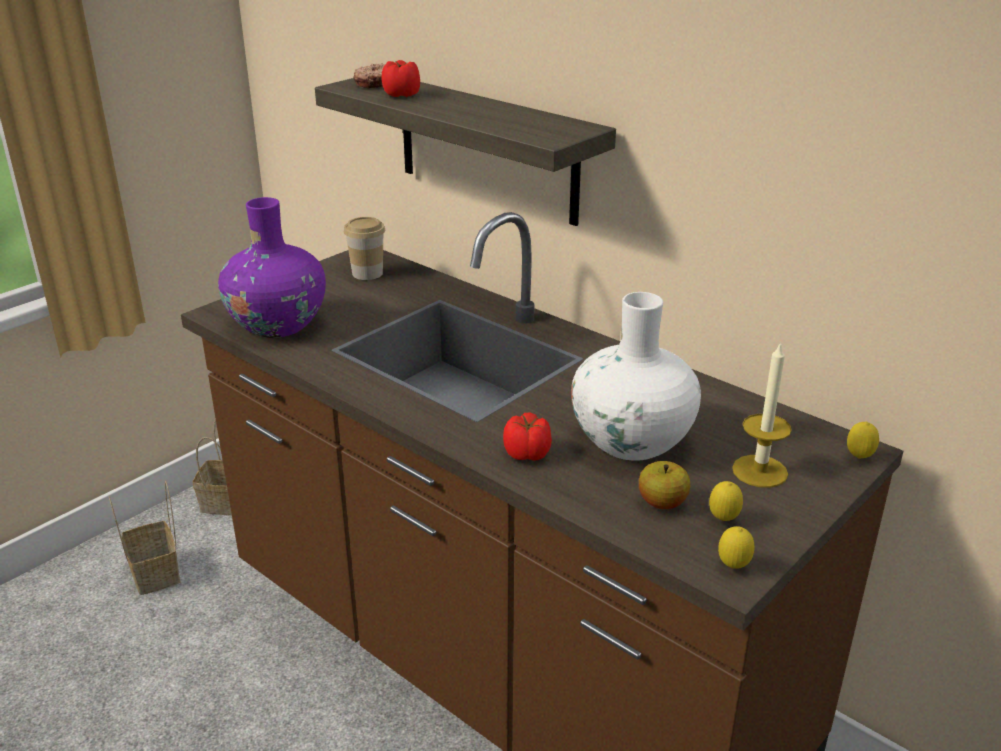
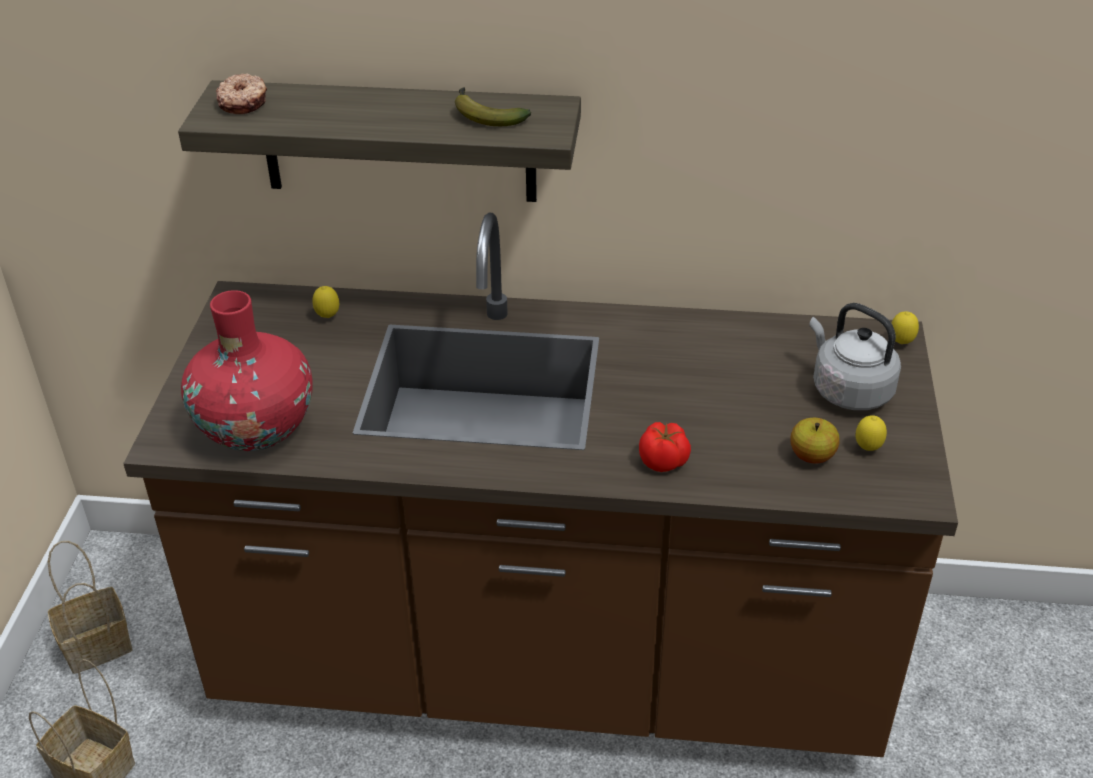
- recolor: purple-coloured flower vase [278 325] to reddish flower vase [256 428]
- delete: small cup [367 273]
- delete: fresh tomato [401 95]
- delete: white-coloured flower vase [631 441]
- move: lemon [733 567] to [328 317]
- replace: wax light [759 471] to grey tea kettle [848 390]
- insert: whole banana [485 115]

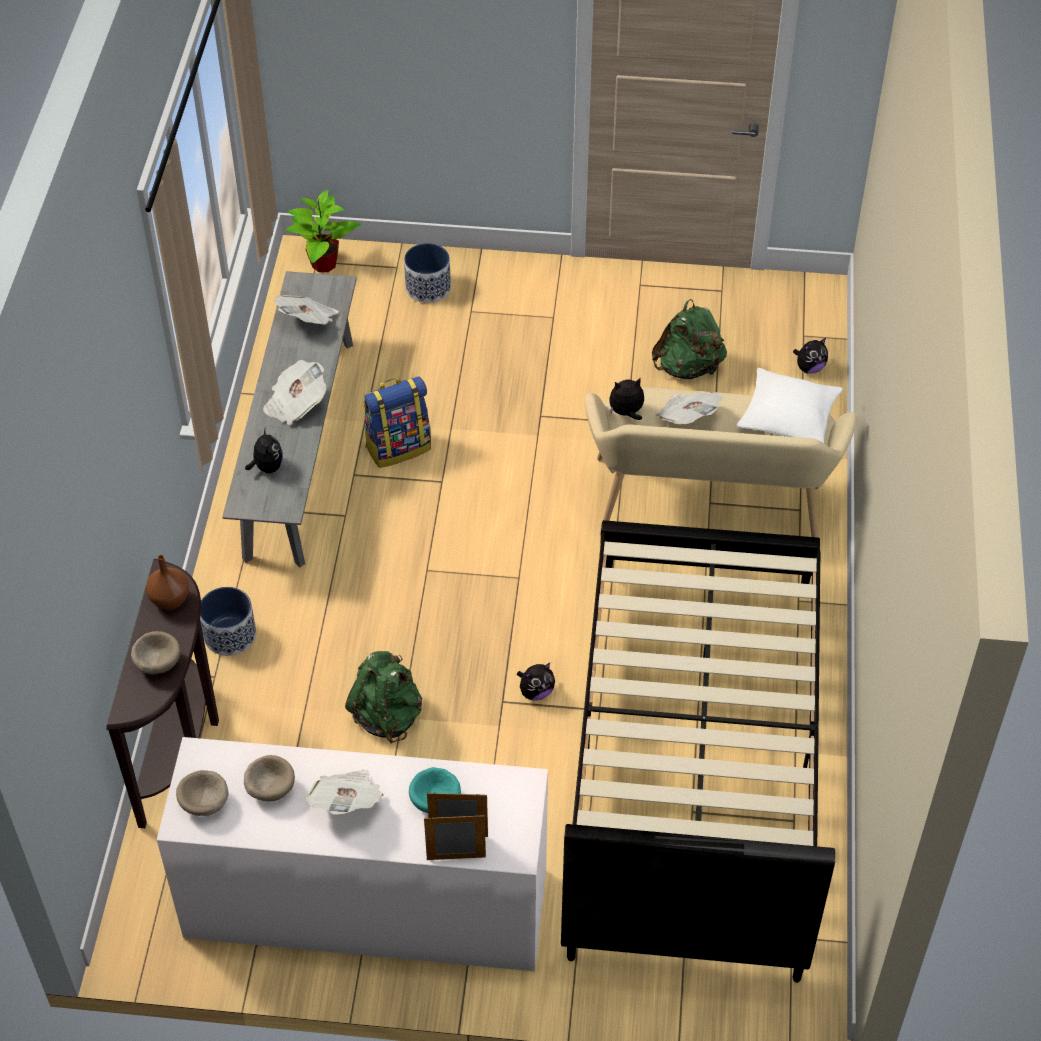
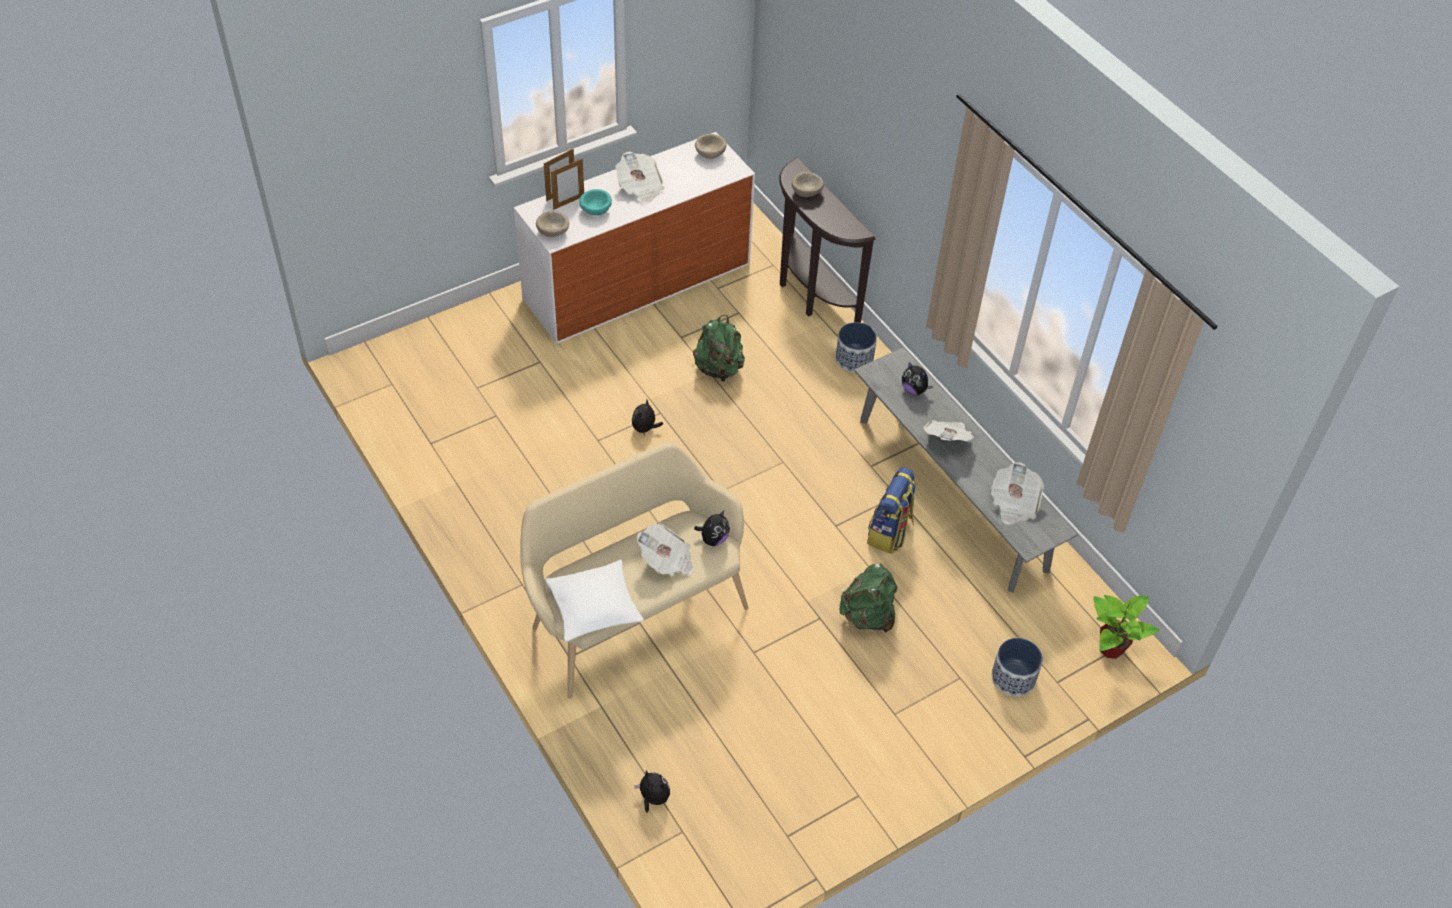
- delete: brownish flower vase [169 600]
- move: beige serving bowl [270 787] to [554 232]
- delete: blackish bedroom bed [694 763]
- move: green-coloured rucksack [688 367] to [868 615]
- rotate: cuddly toy [809 368] = [653 798] 105 degrees clockwise

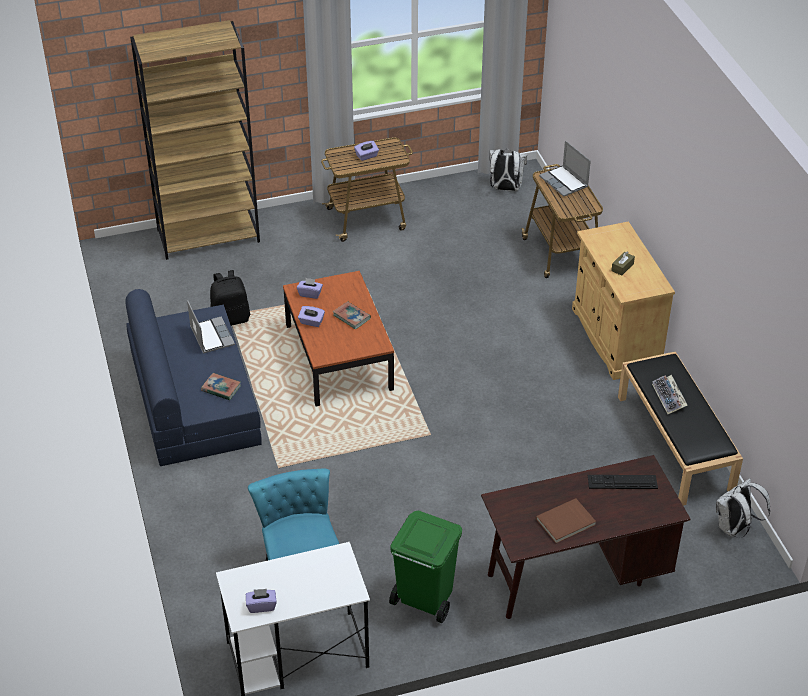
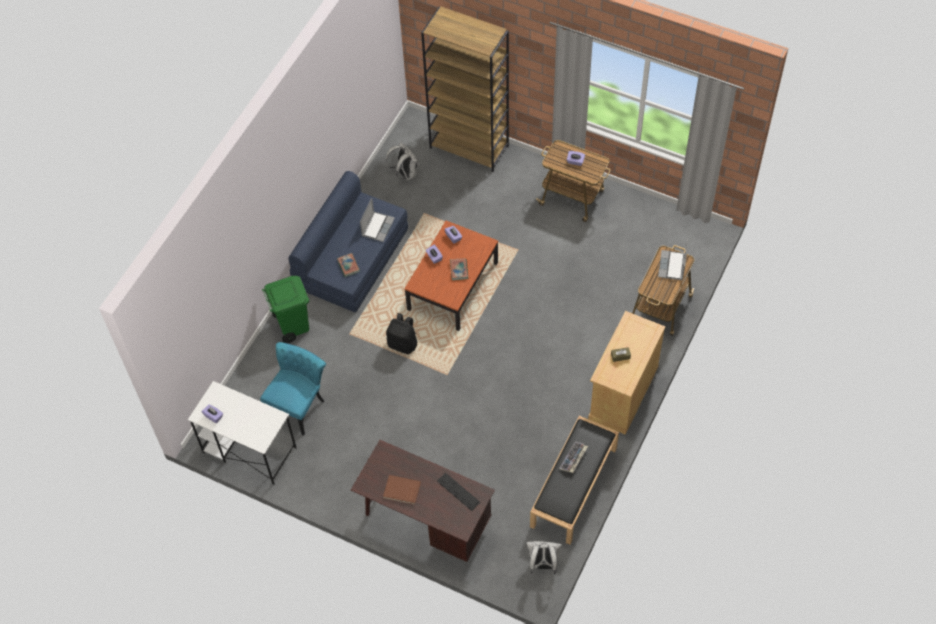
- move: blackish rucksack [231 319] to [403 344]
- move: green-coloured trash can [424 599] to [292 325]
- move: white-coloured rucksack [505 188] to [405 173]

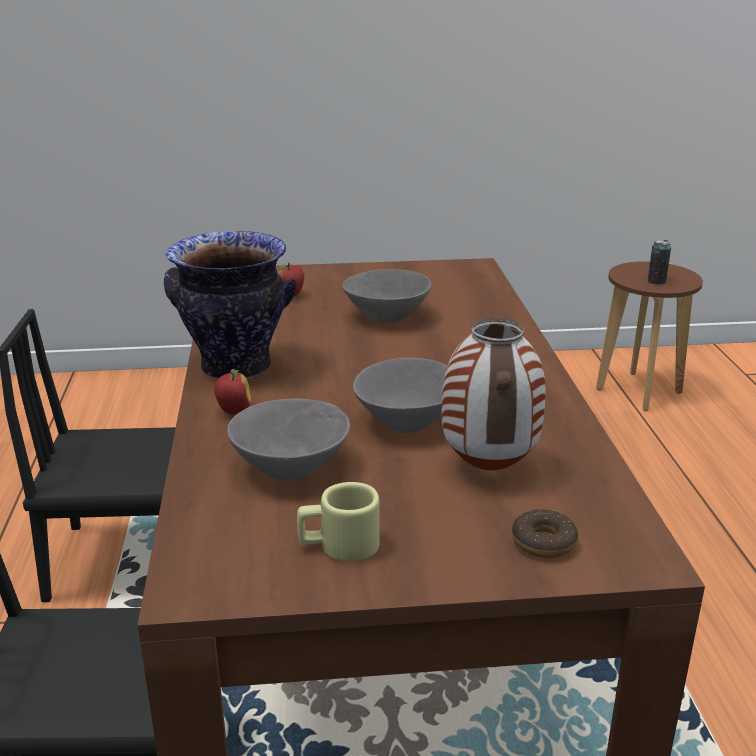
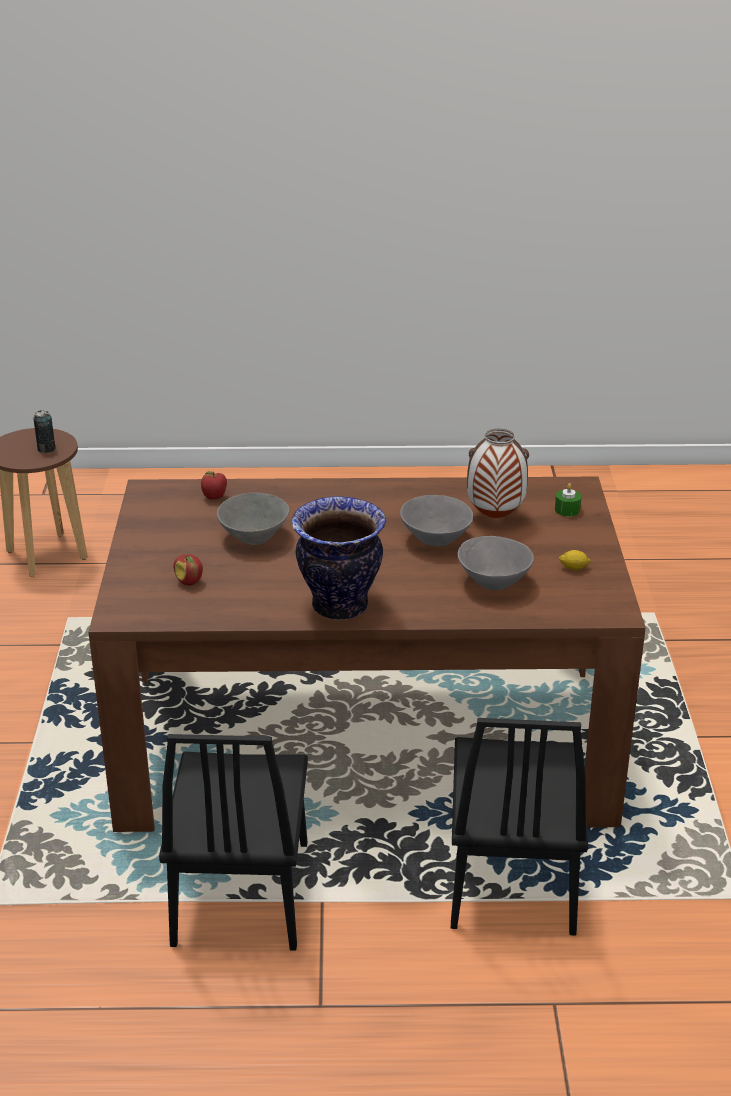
- move: apple fruit [234 412] to [214 498]
- replace: beige tea mug [338 546] to lemon [574 568]
- replace: ring doughnut [543 542] to green-coloured wax light [567 510]

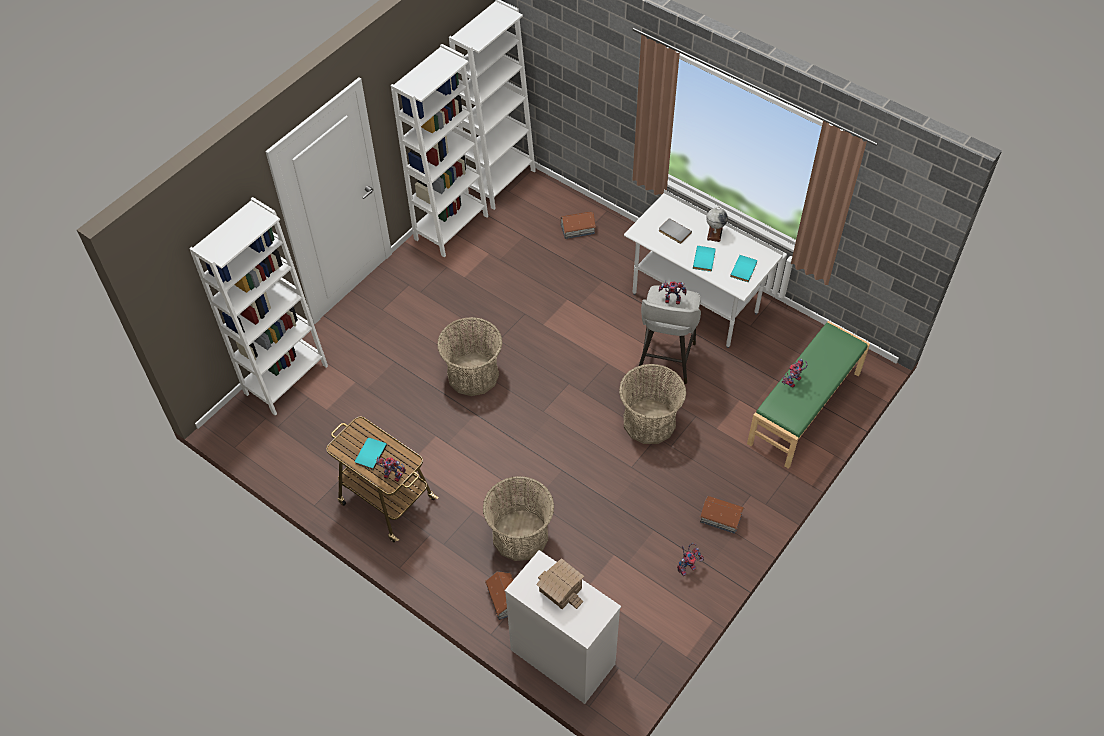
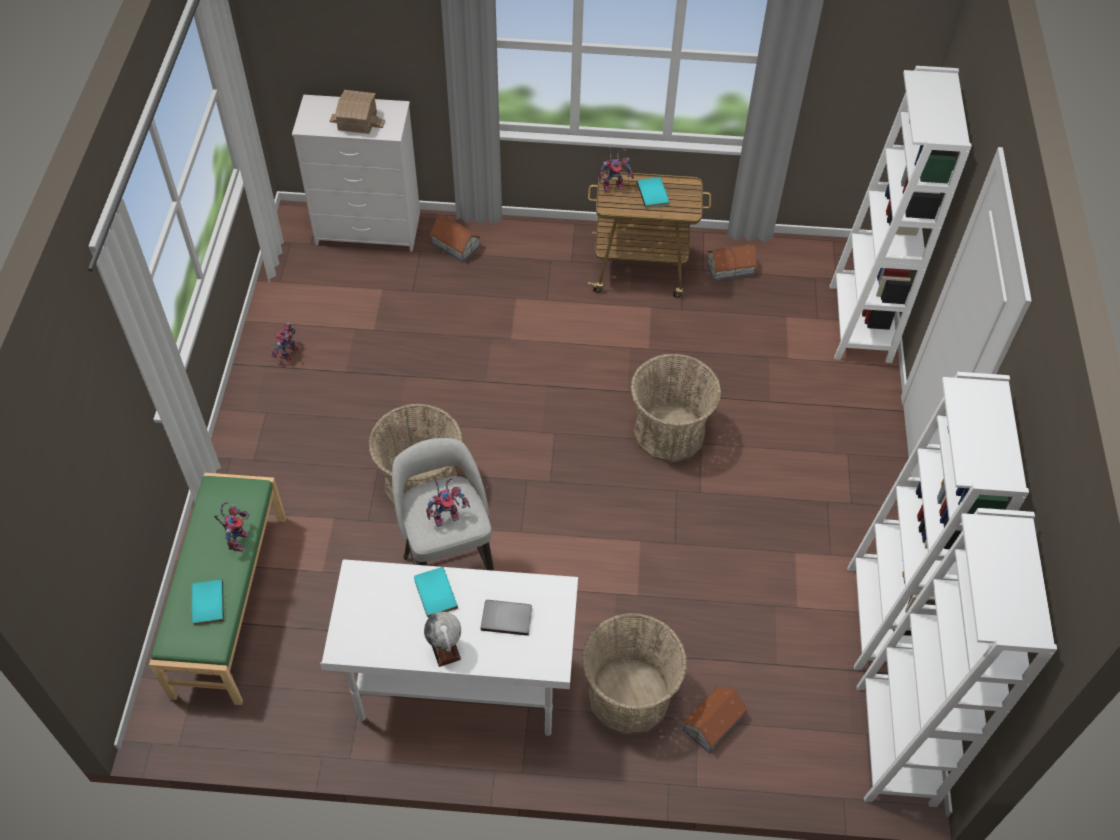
- move: basket [520 535] to [629 696]
- move: model house [721 518] to [729 267]
- move: turquoise-coloured bound book [744 270] to [206 603]

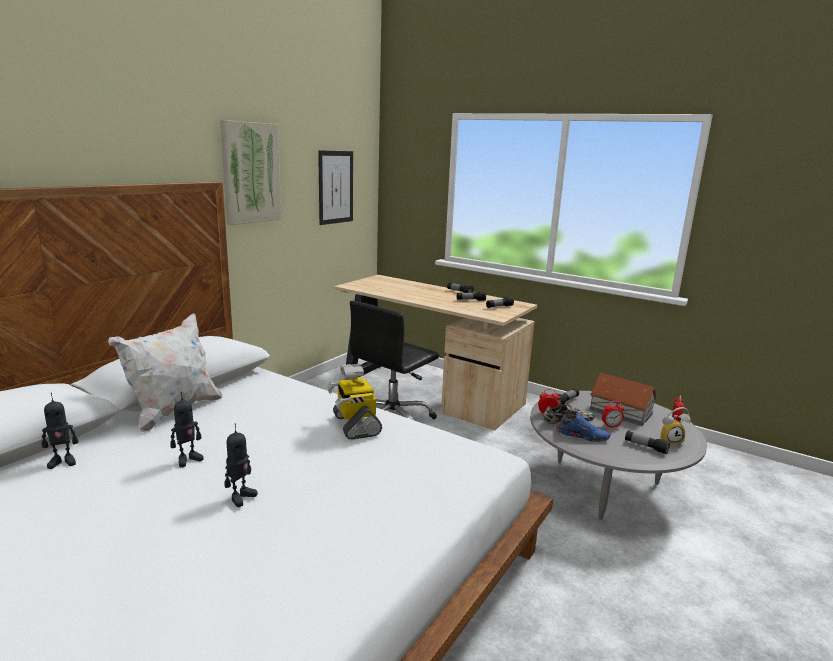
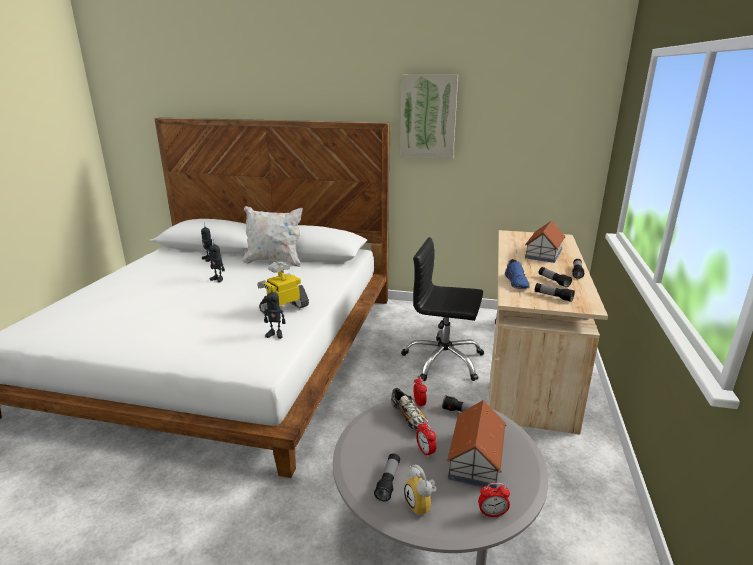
- move: model robot [240 497] to [275 334]
- delete: wall art [335 187]
- move: blue-coloured shoe [582 435] to [517 282]
- insert: model house [543 253]

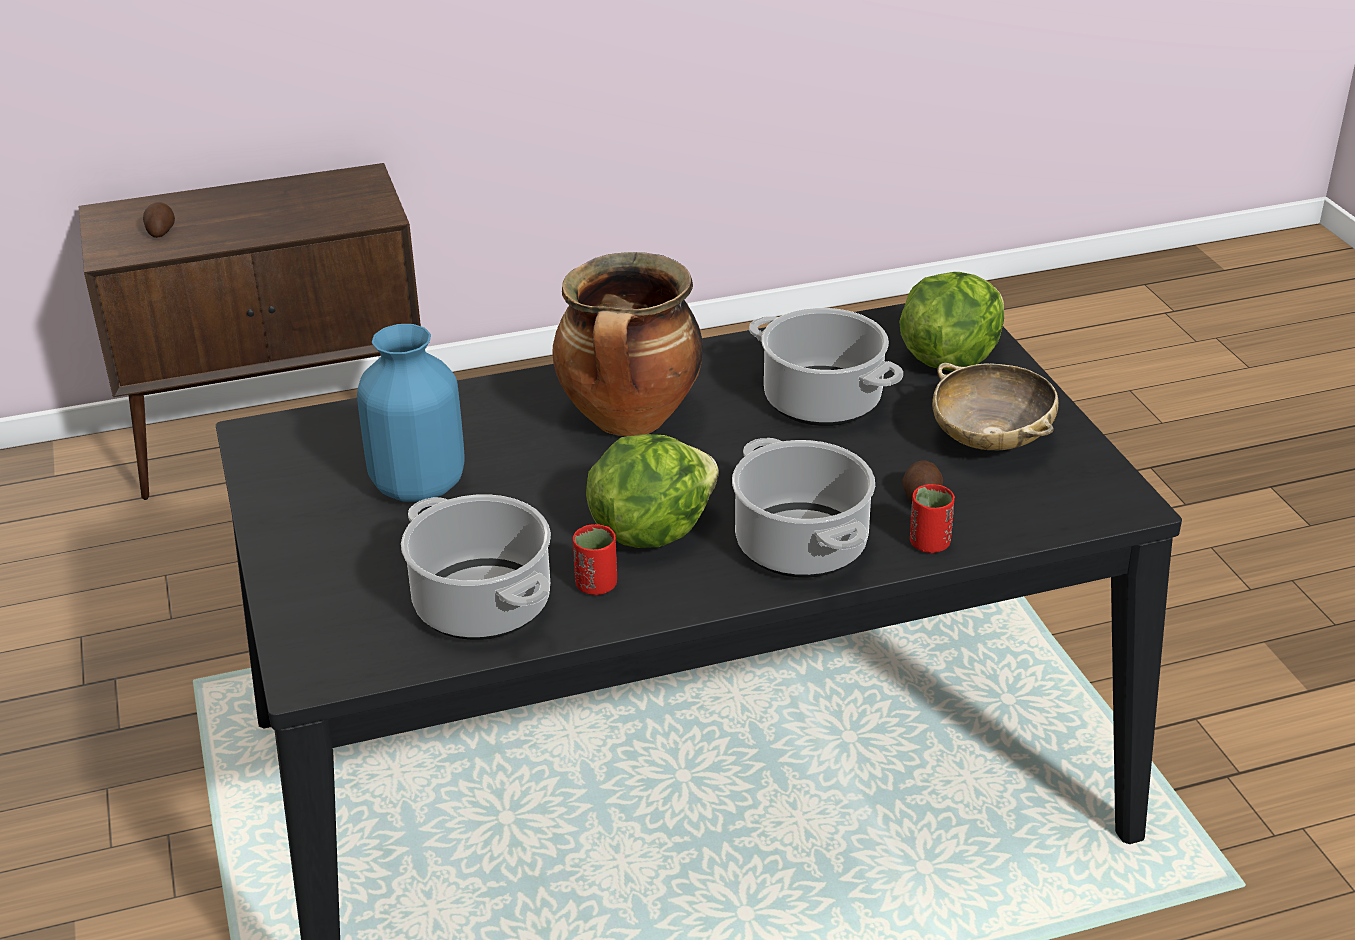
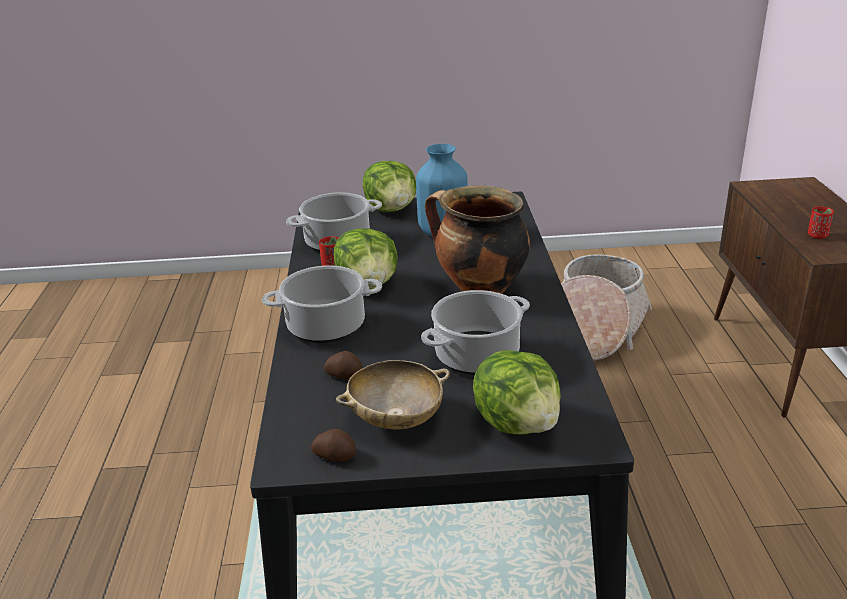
- move: spud [160 231] to [335 455]
- move: reddish small cup [929 544] to [817 235]
- insert: lettuce [392 209]
- insert: basket [595 329]

